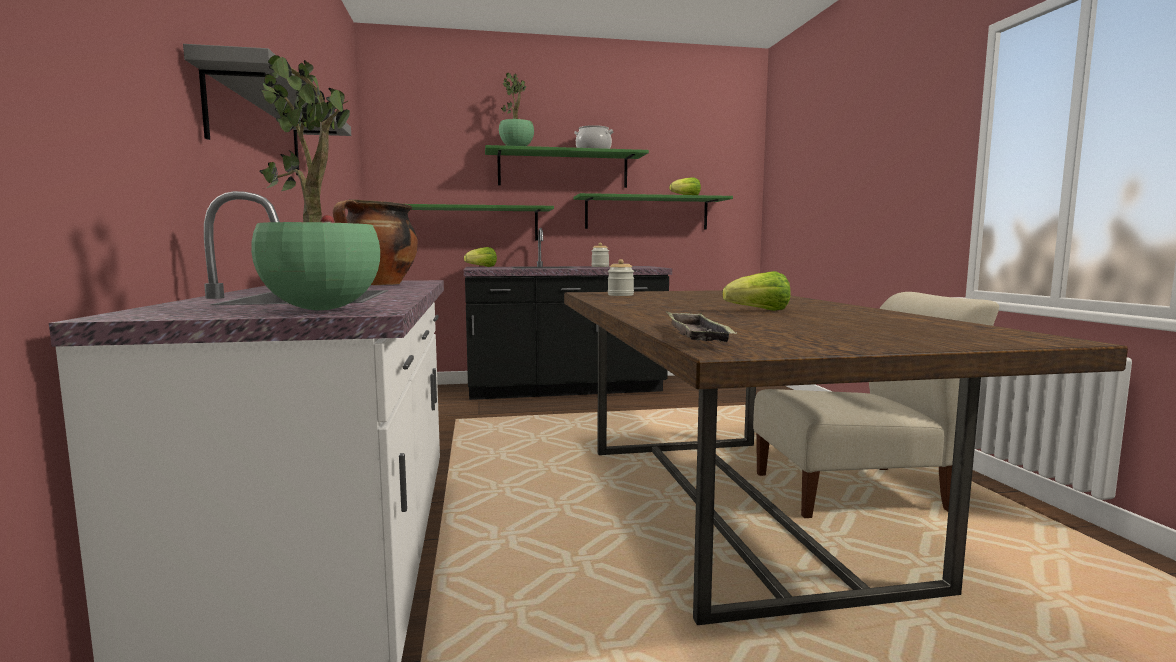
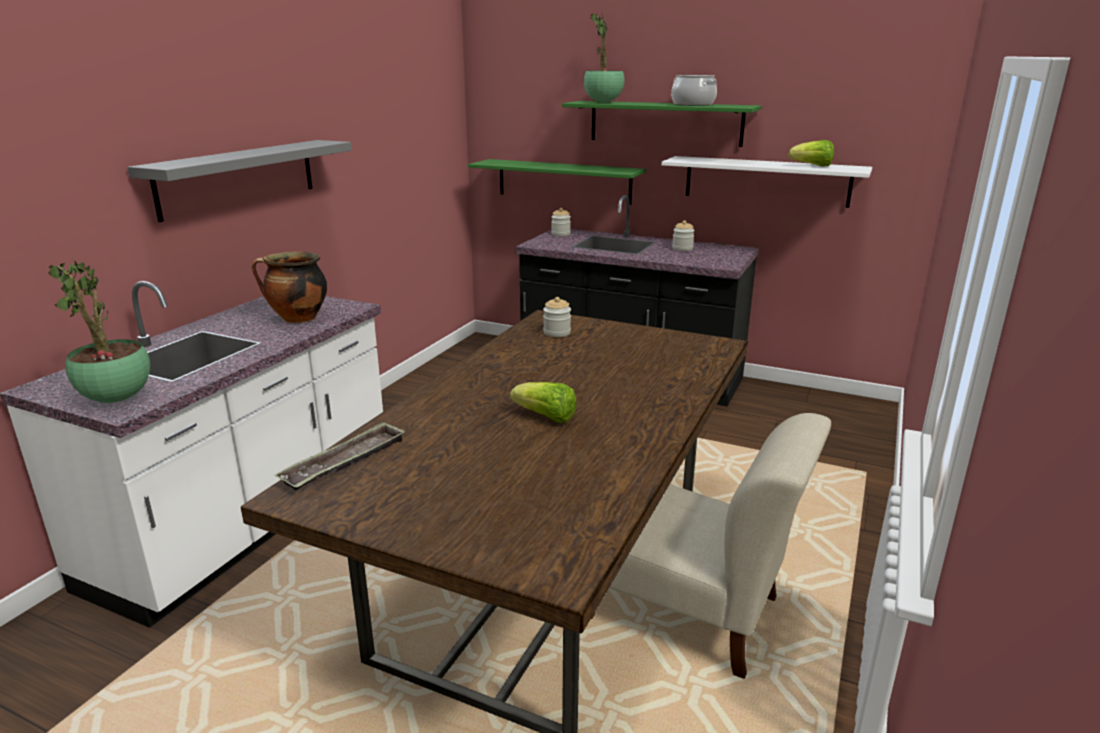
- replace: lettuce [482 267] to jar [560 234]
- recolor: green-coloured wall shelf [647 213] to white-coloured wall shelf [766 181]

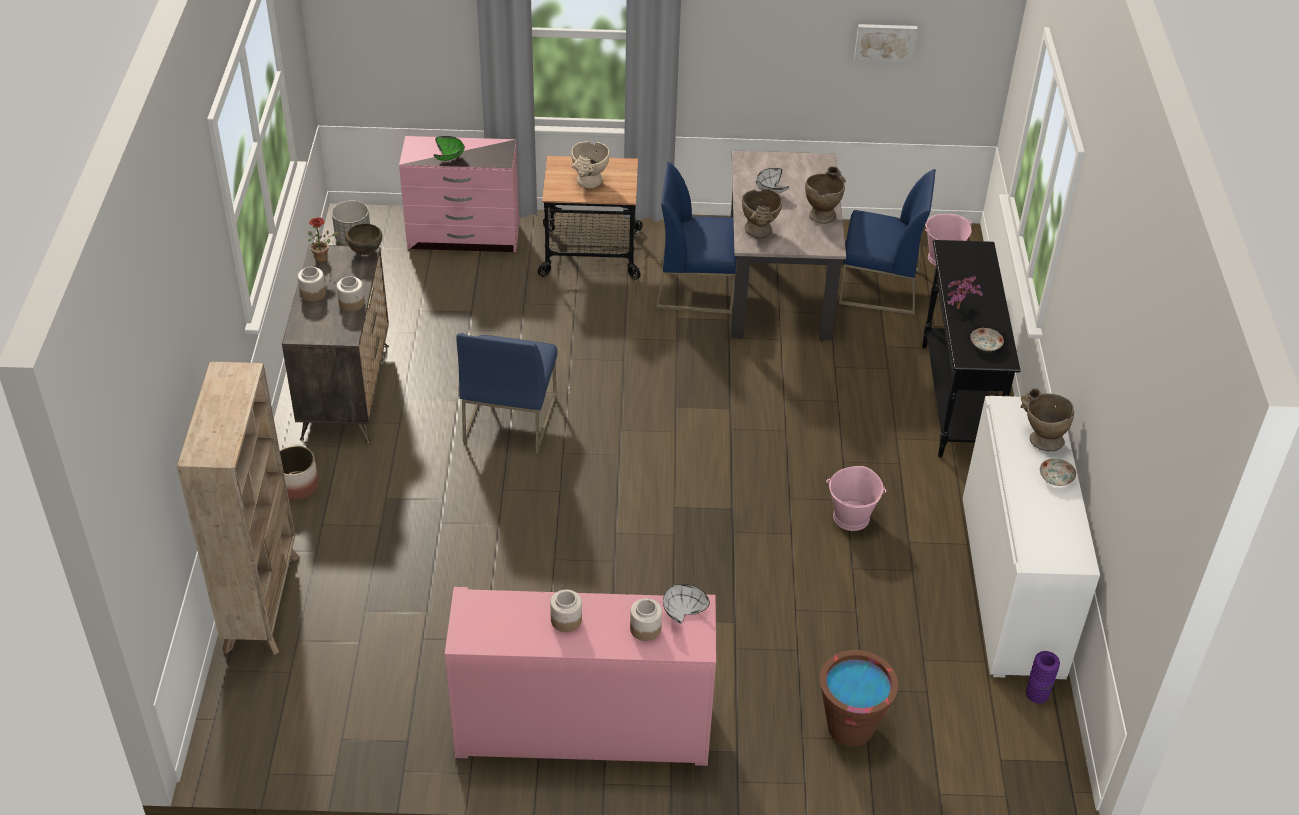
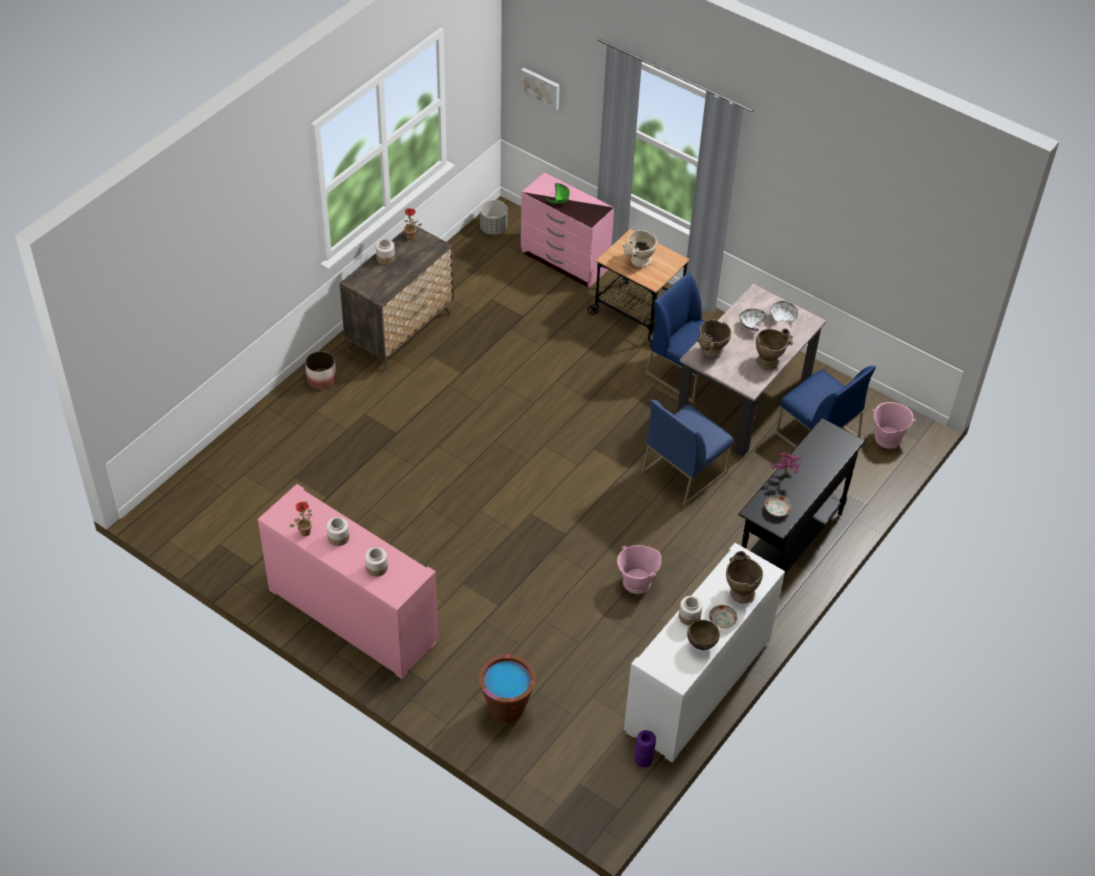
- delete: beige bookcase [263 602]
- move: jar [352 303] to [689 616]
- move: brownish serving bowl [365 252] to [701 644]
- move: blue-coloured upright chair [509 418] to [684 472]
- move: white-coloured serving bowl [681 611] to [781 317]
- move: wall art [885 42] to [541 88]
- insert: potted plant [304 530]

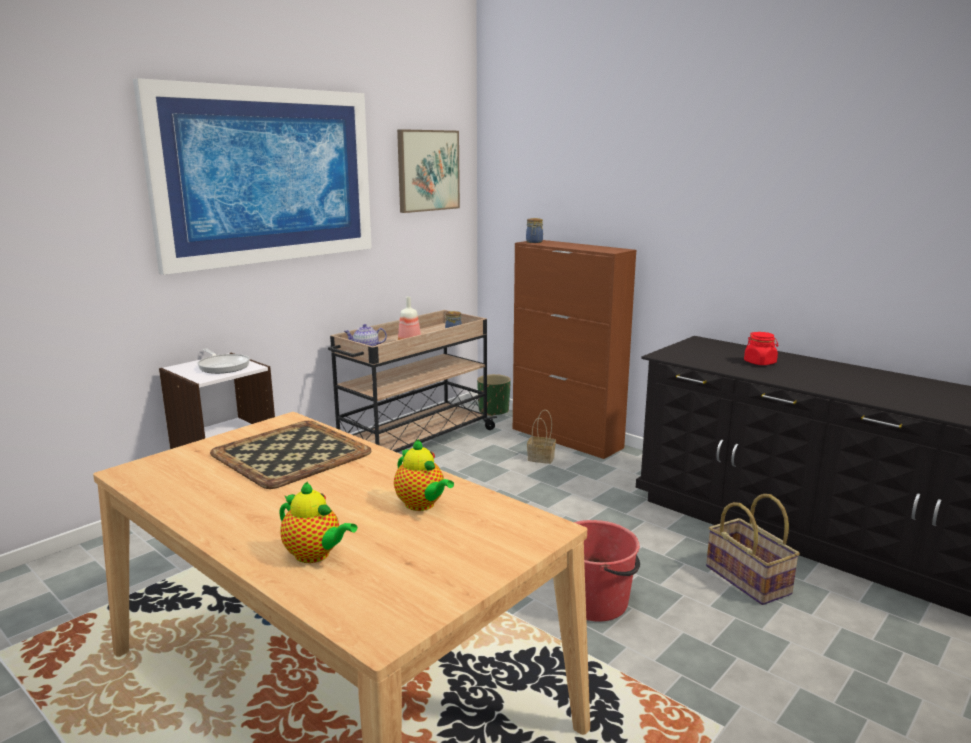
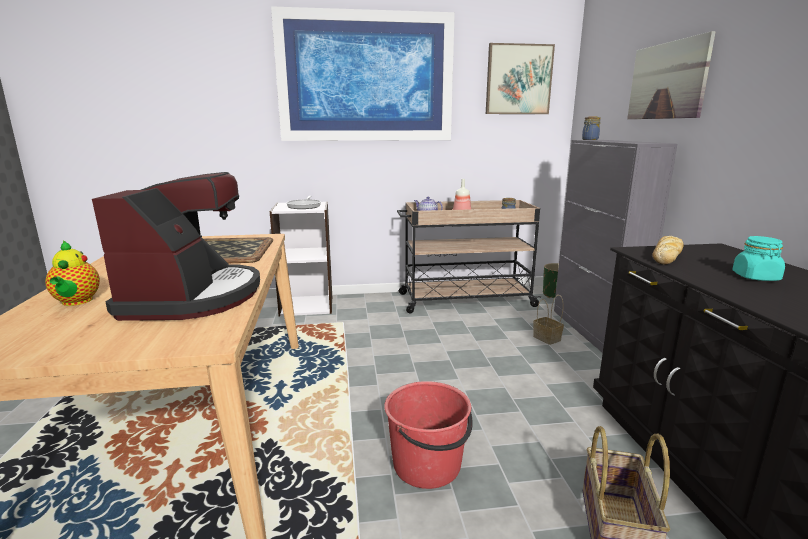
- replace: tea pot [422 505] to coffee maker [194 297]
- recolor: brownish cabinet [567 438] to grey cabinet [593 330]
- recolor: reddish jar [760 363] to turquoise-coloured jar [756 277]
- insert: wall art [667 81]
- insert: bakery bread [667 256]

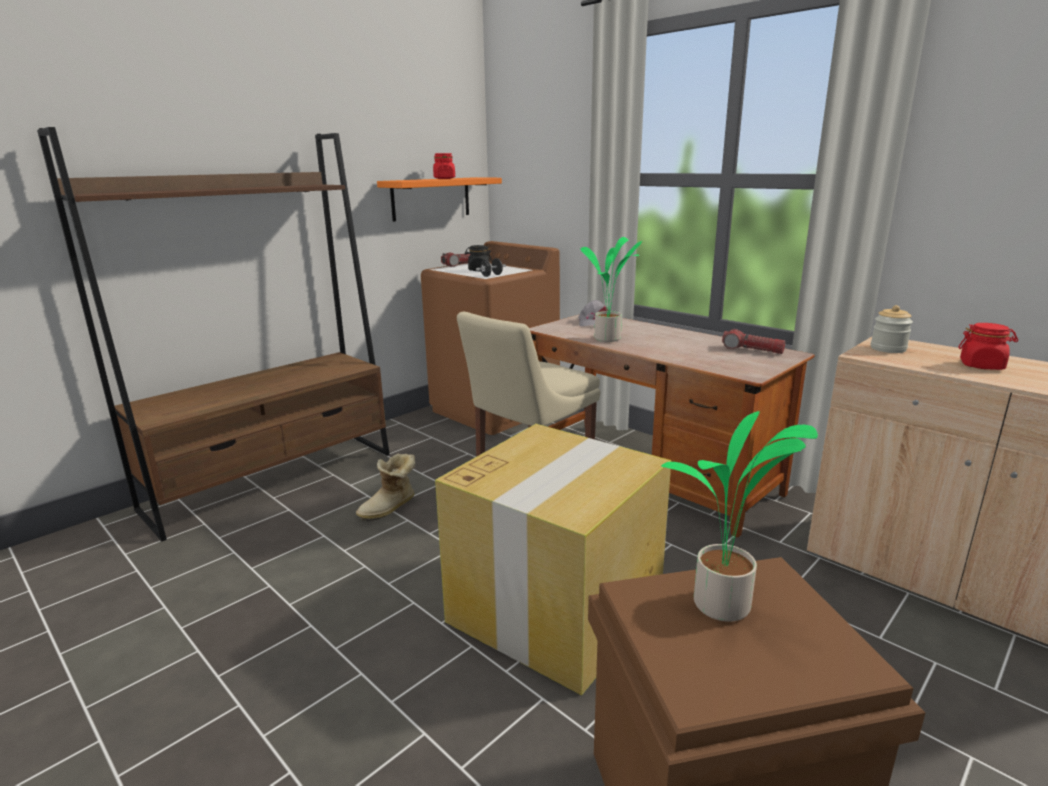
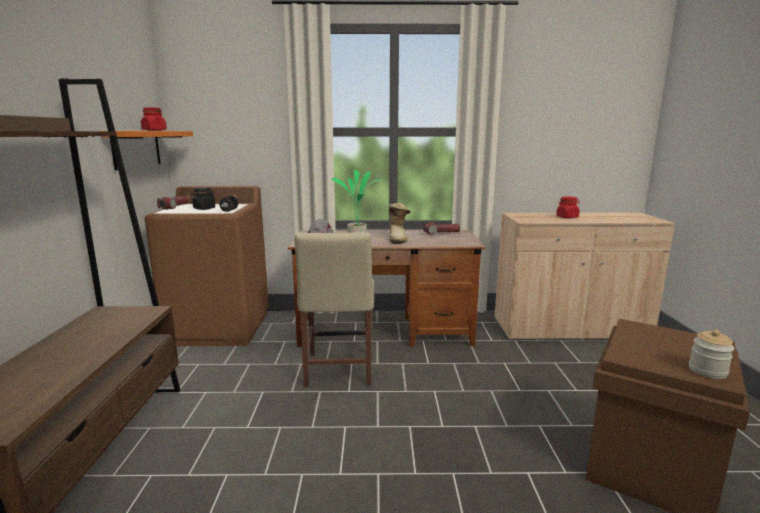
- move: tall boot [390 508] to [398 239]
- delete: packing box [557 608]
- delete: potted plant [723 608]
- move: jar [888 349] to [707 371]

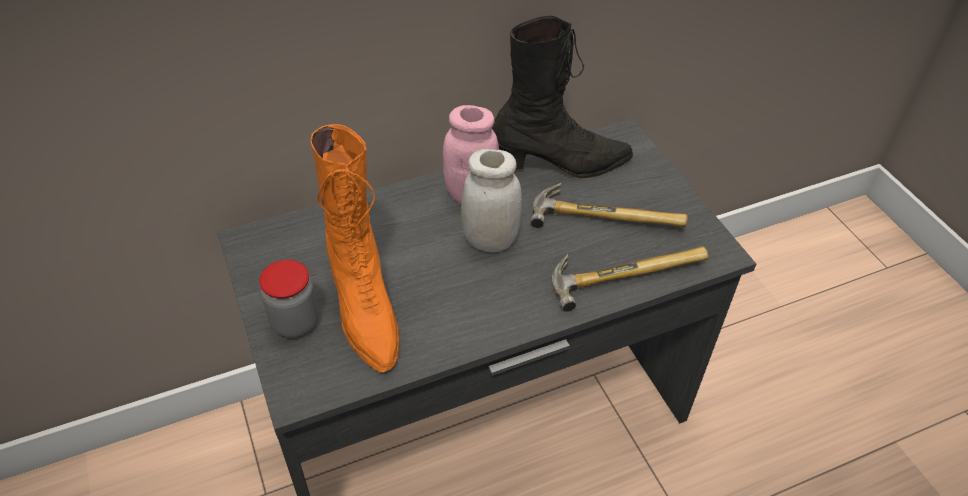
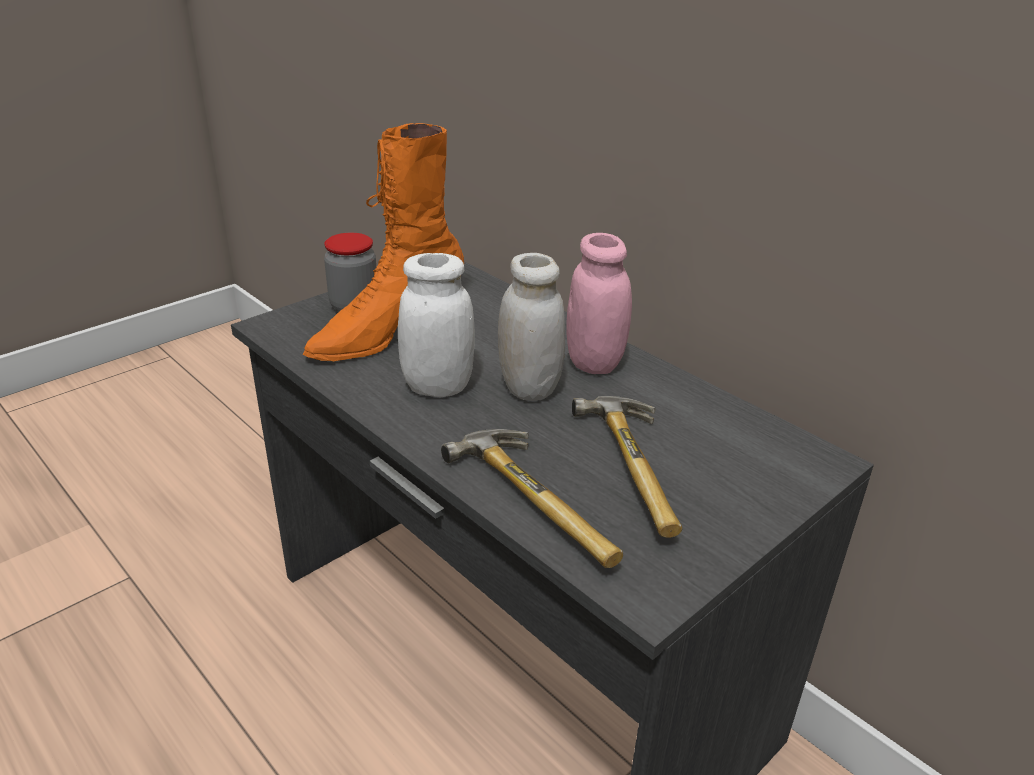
- delete: blackish tall boot [561 165]
- insert: white-coloured jar [437 387]

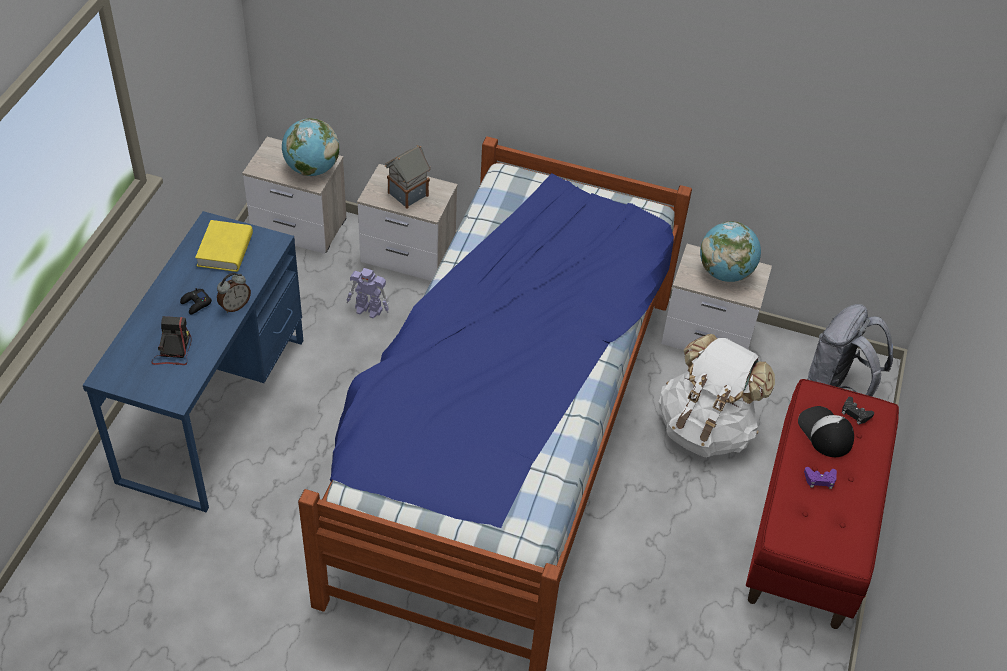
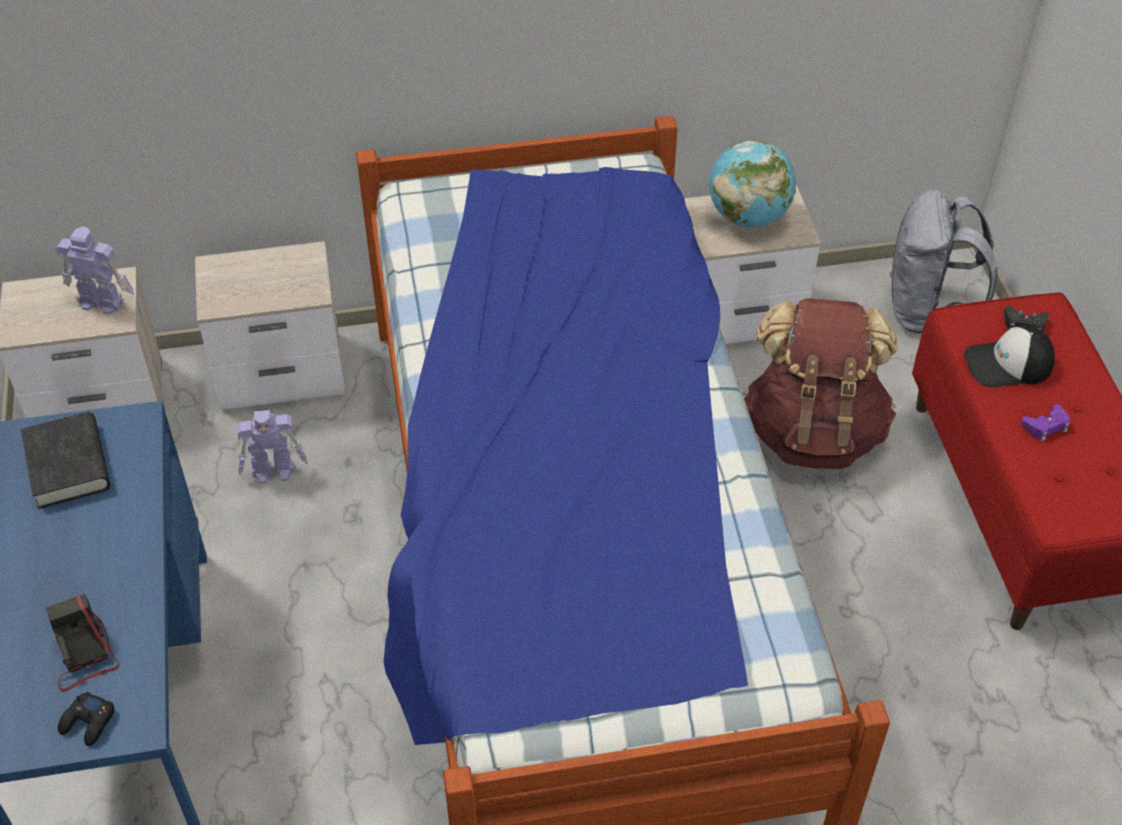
- move: blackish joypad [196 304] to [88 722]
- recolor: yellow-coloured bound book [225 250] to blackish bound book [68 465]
- delete: alarm clock [235 306]
- replace: world globe [311 169] to model robot [100 302]
- delete: model house [407 195]
- recolor: white-coloured rucksack [706 428] to brownish rucksack [813 432]
- rotate: cap [825 432] = [1008 364] 45 degrees counterclockwise

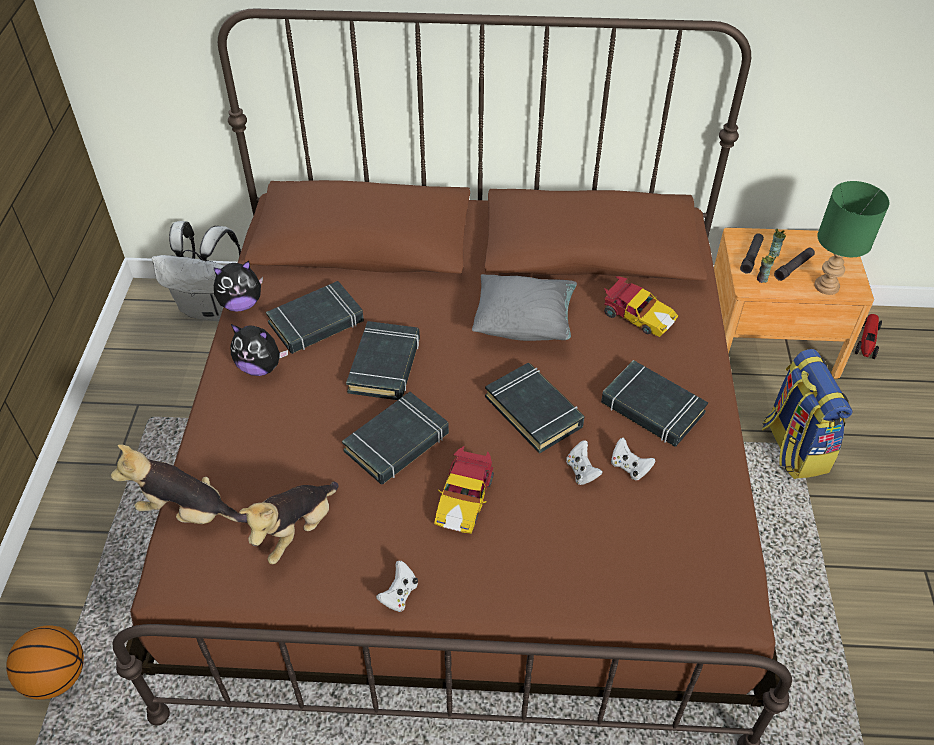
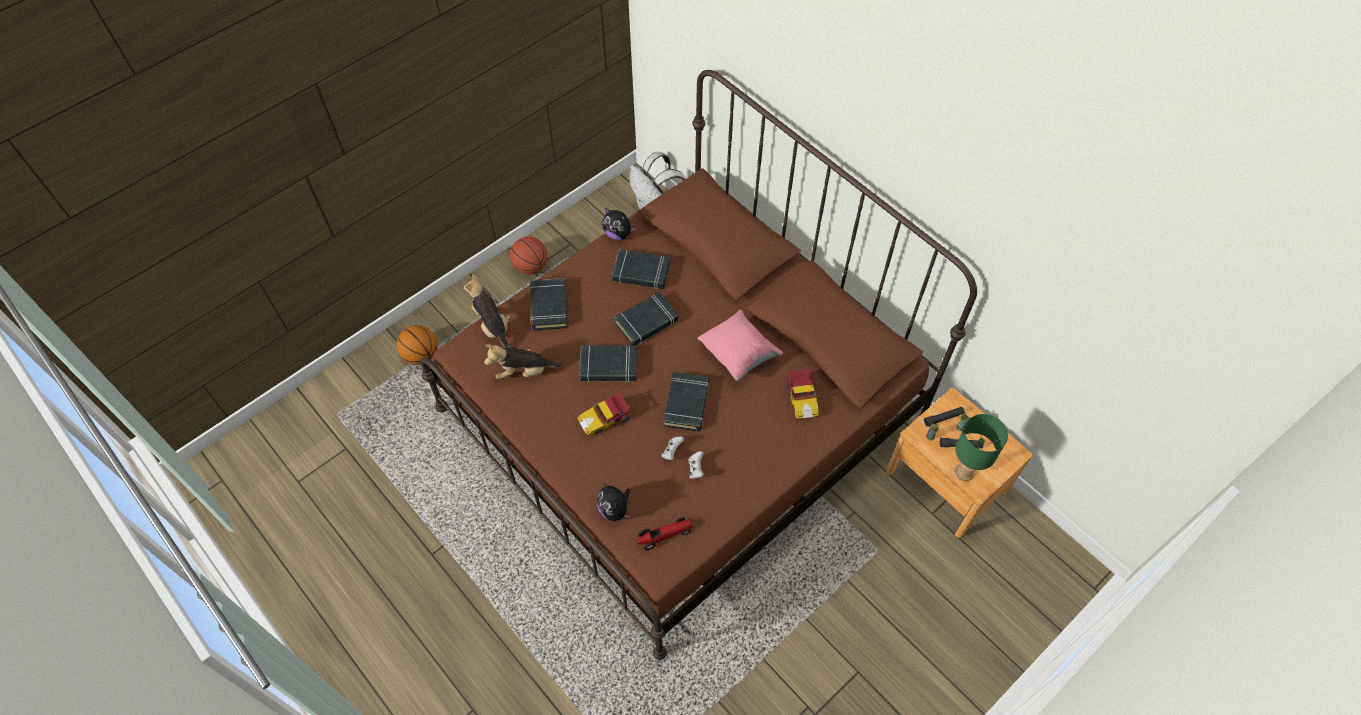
- move: cuddly toy [260 367] to [615 509]
- delete: white-coloured joypad [399 594]
- recolor: grey cushion [524 324] to pink-coloured cushion [738 354]
- move: blackish bound book [652 408] to [549 307]
- delete: rucksack [793 448]
- move: miniature car [867 341] to [664 535]
- insert: basketball [530 266]

